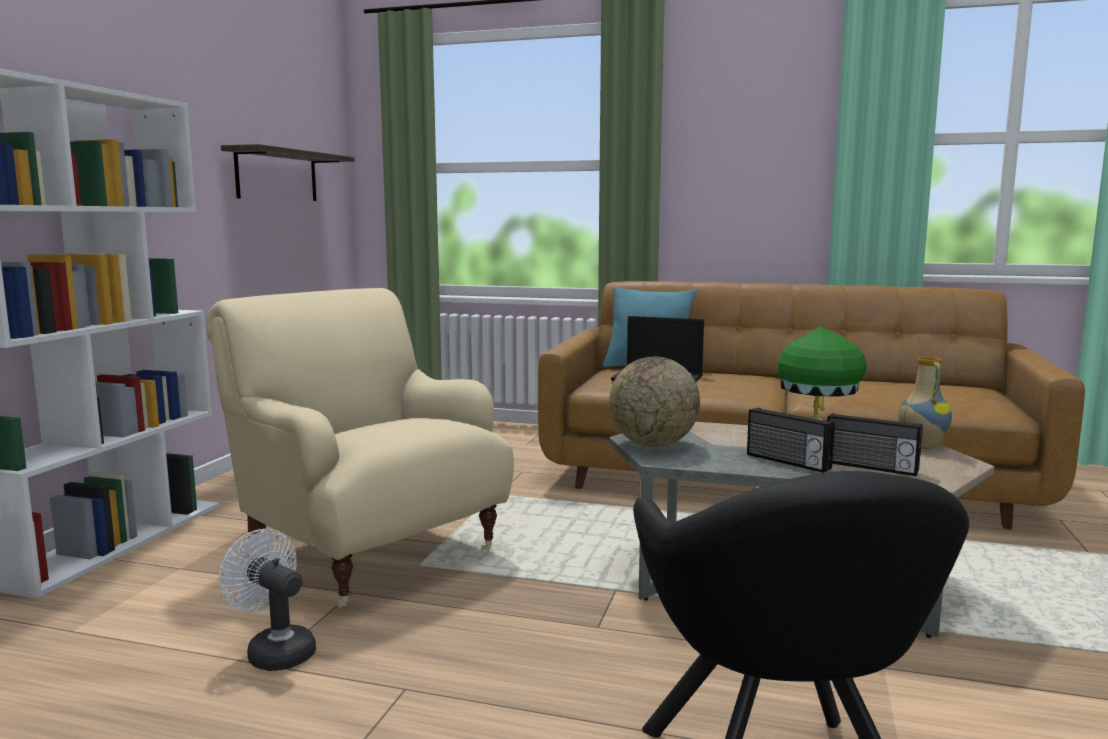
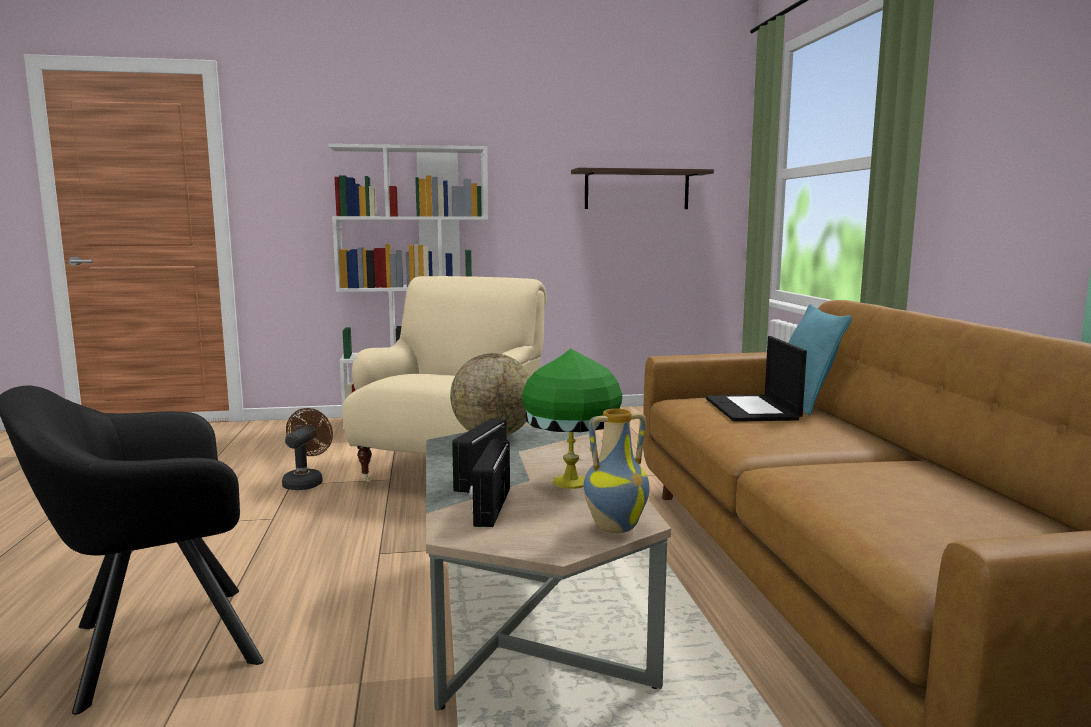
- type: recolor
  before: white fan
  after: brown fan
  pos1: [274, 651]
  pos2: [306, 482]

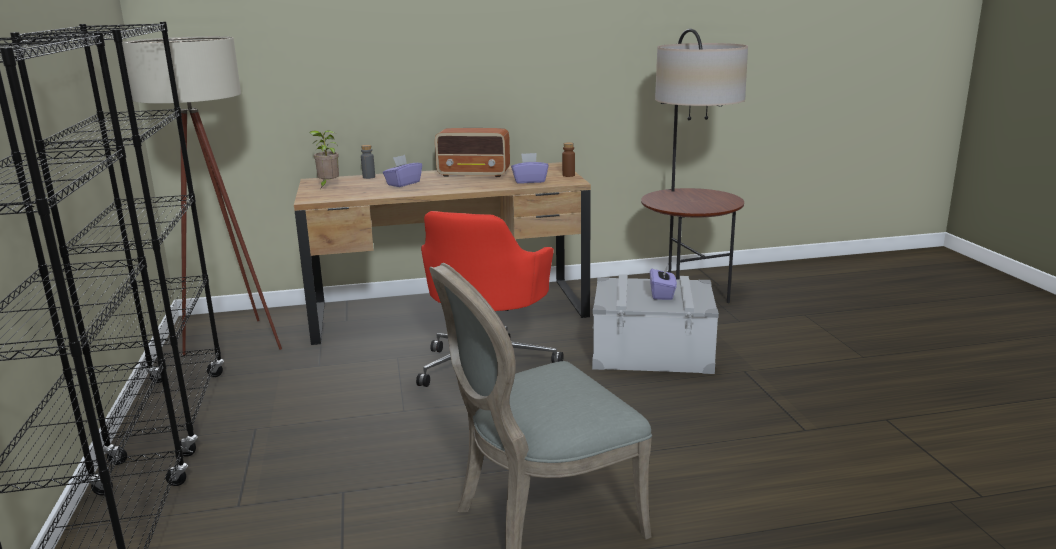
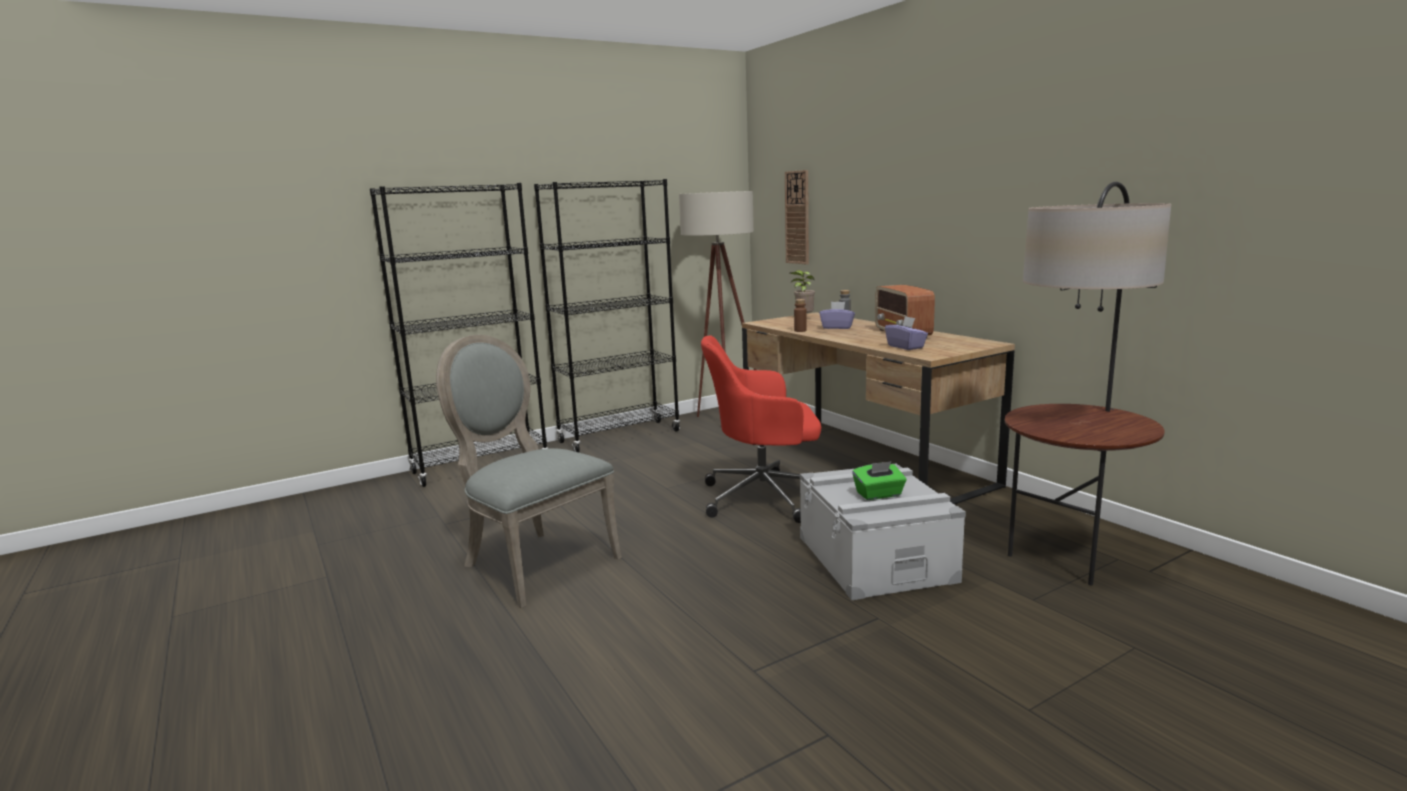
- type: move
  before: brown bottle
  pos1: [568, 175]
  pos2: [800, 331]
- type: recolor
  before: purple tissue box
  after: green tissue box
  pos1: [662, 294]
  pos2: [879, 494]
- type: insert
  after: wall clock
  pos2: [797, 217]

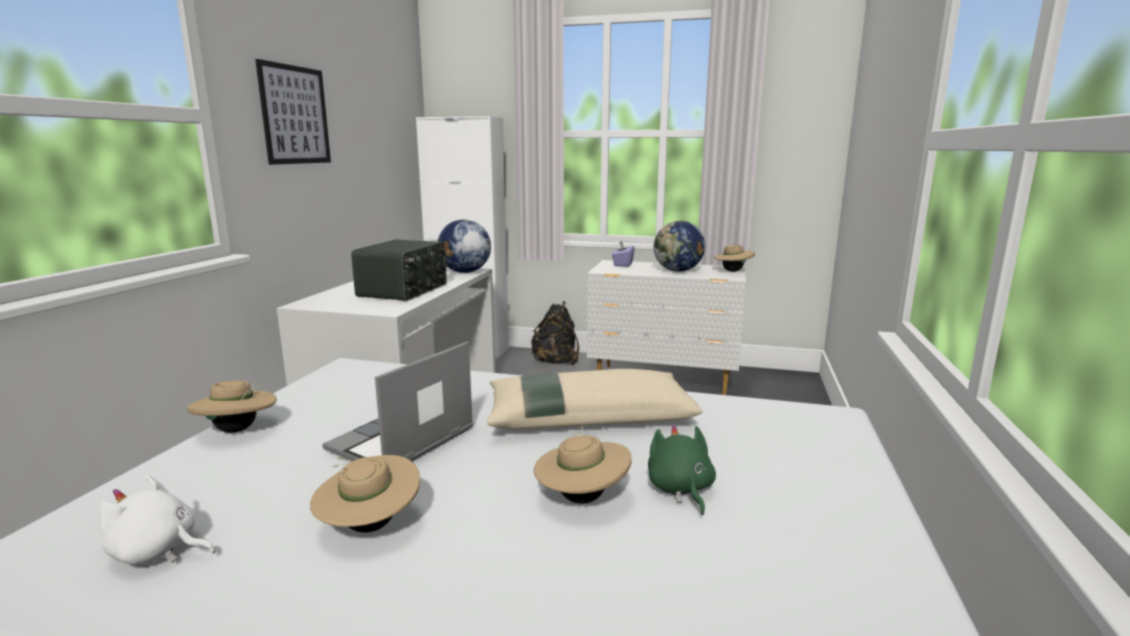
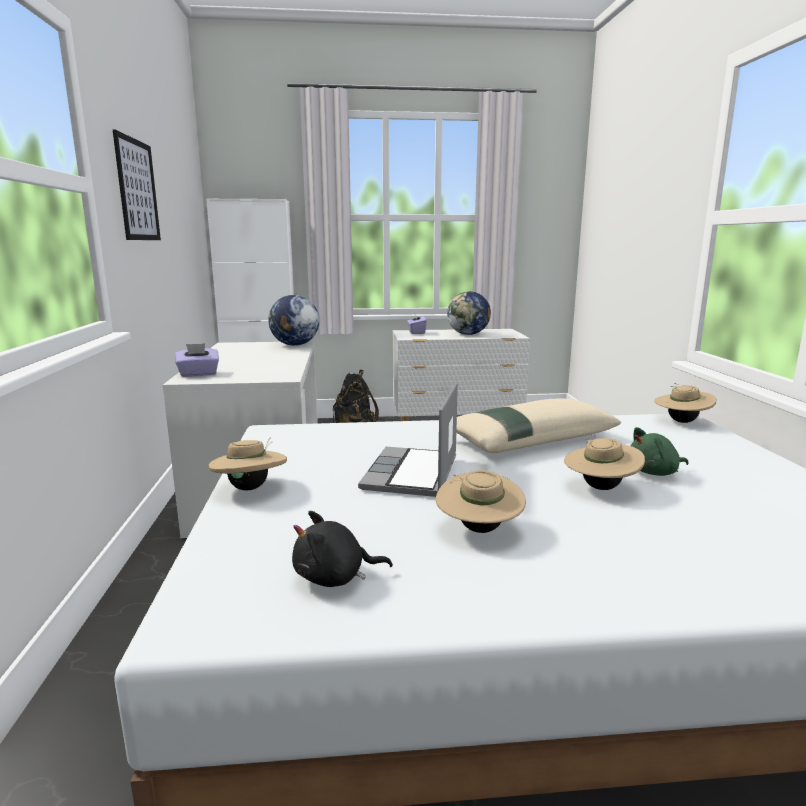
- type: recolor
  before: white plush toy
  after: black plush toy
  pos1: [159, 552]
  pos2: [335, 577]
- type: delete
  before: radio
  pos1: [404, 290]
- type: rotate
  before: green plush toy
  pos1: [680, 489]
  pos2: [654, 472]
  turn: -75
- type: move
  before: beige hat
  pos1: [732, 271]
  pos2: [681, 421]
- type: insert
  after: purple tissue box
  pos2: [198, 374]

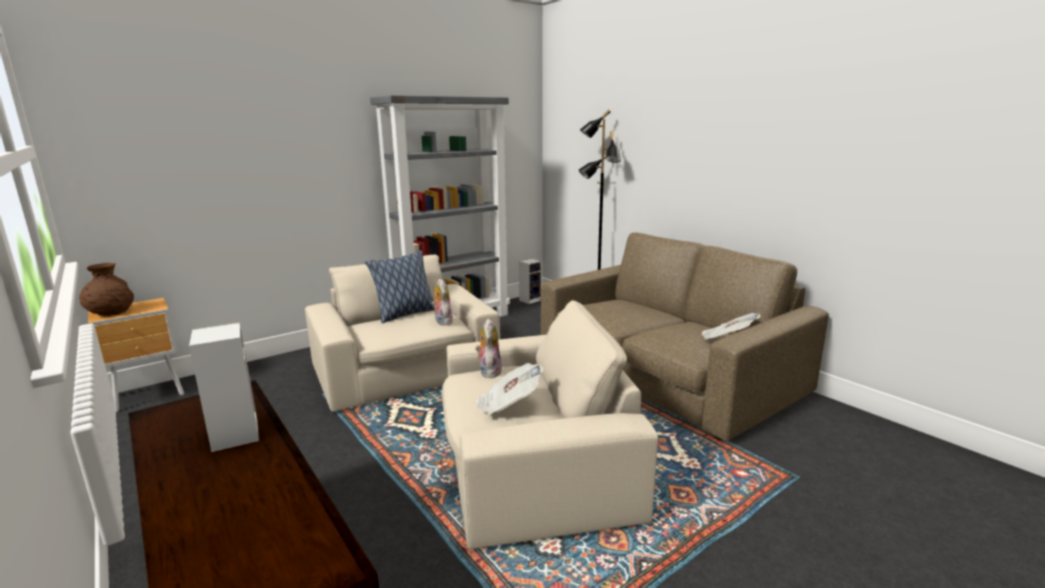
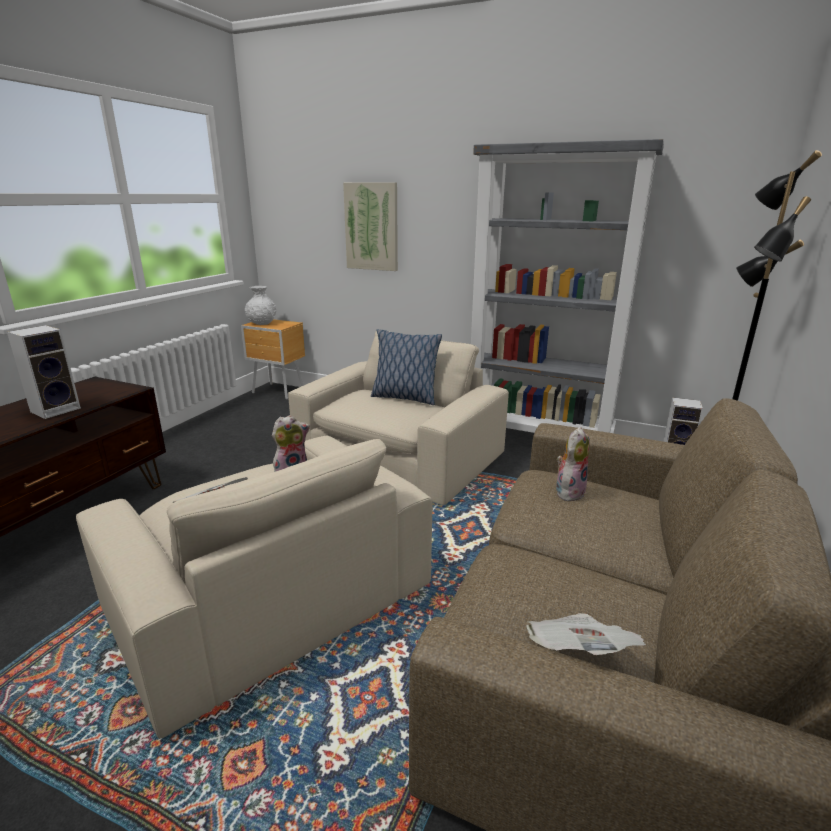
- type: recolor
  before: brown vase
  after: white vase
  pos1: [110, 313]
  pos2: [261, 323]
- type: move
  before: plush toy
  pos1: [442, 321]
  pos2: [569, 491]
- type: insert
  after: picture
  pos2: [372, 227]

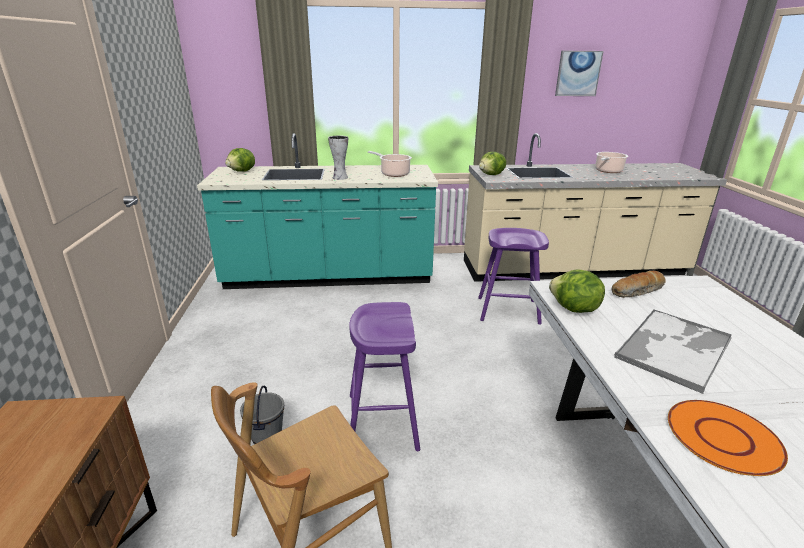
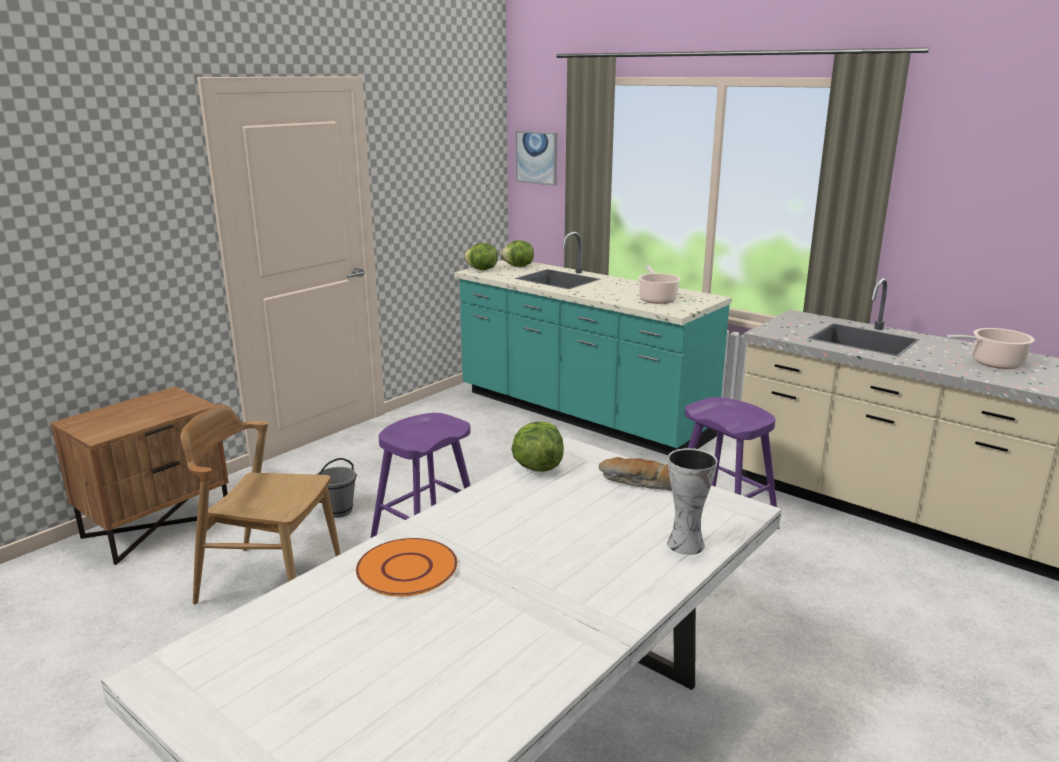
- type: move
  before: vase
  pos1: [339, 177]
  pos2: [684, 544]
- type: move
  before: lettuce
  pos1: [491, 175]
  pos2: [481, 270]
- type: move
  before: picture
  pos1: [578, 73]
  pos2: [537, 157]
- type: delete
  before: tray
  pos1: [674, 348]

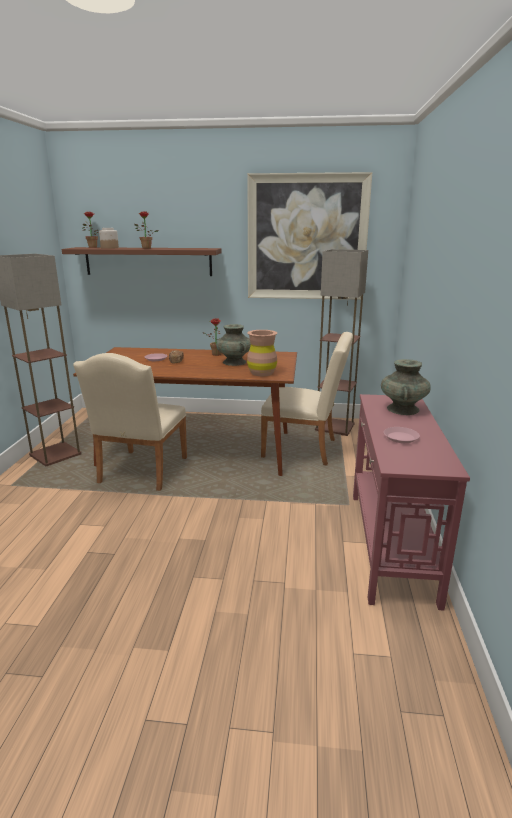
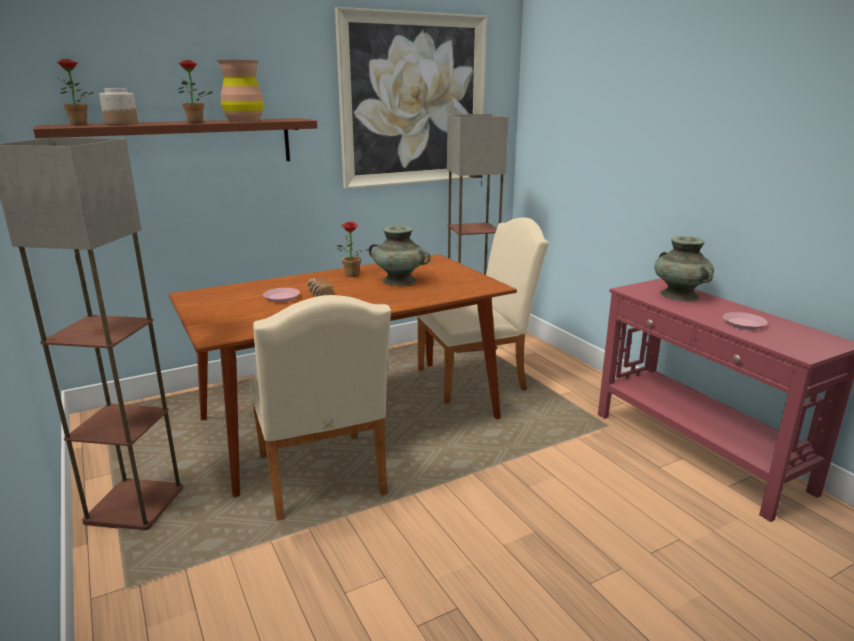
- type: move
  before: brown vase
  pos1: [262, 373]
  pos2: [244, 120]

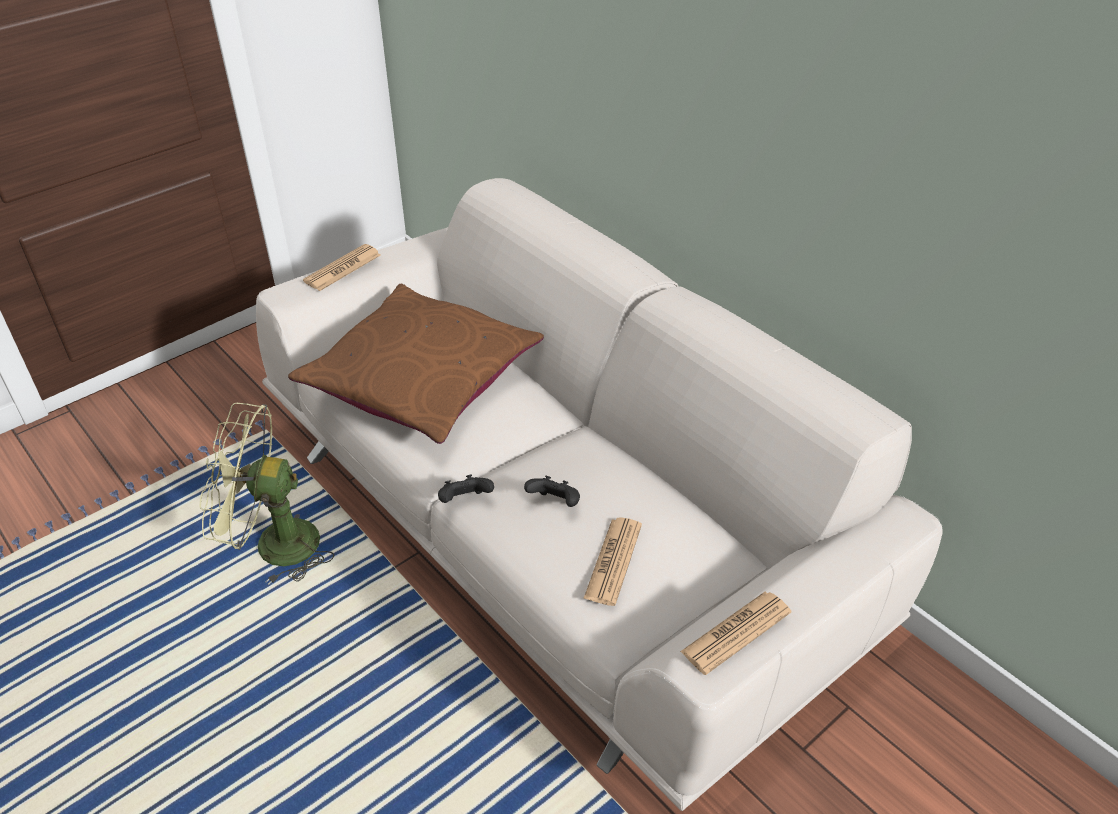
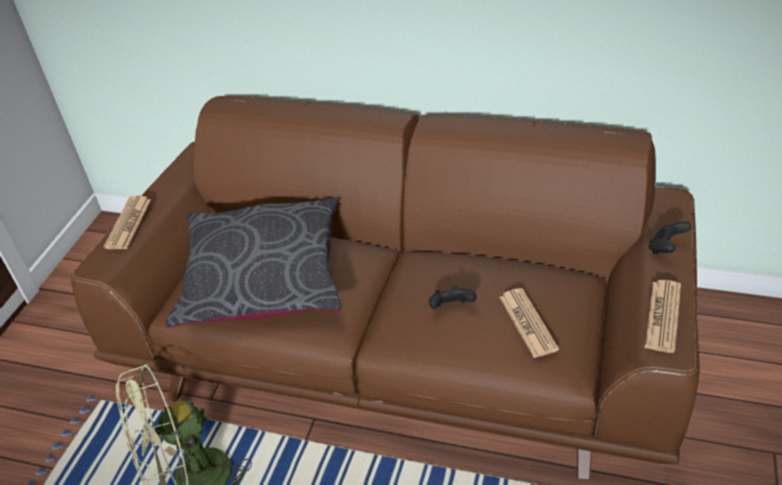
- type: recolor
  before: white sofa
  after: brown sofa
  pos1: [561, 531]
  pos2: [403, 344]
- type: recolor
  before: brown pillow
  after: grey pillow
  pos1: [421, 378]
  pos2: [263, 275]
- type: move
  before: black game controller
  pos1: [465, 501]
  pos2: [665, 249]

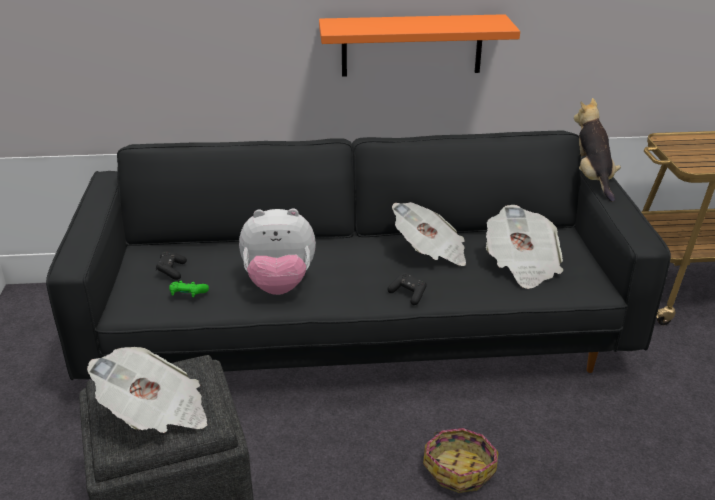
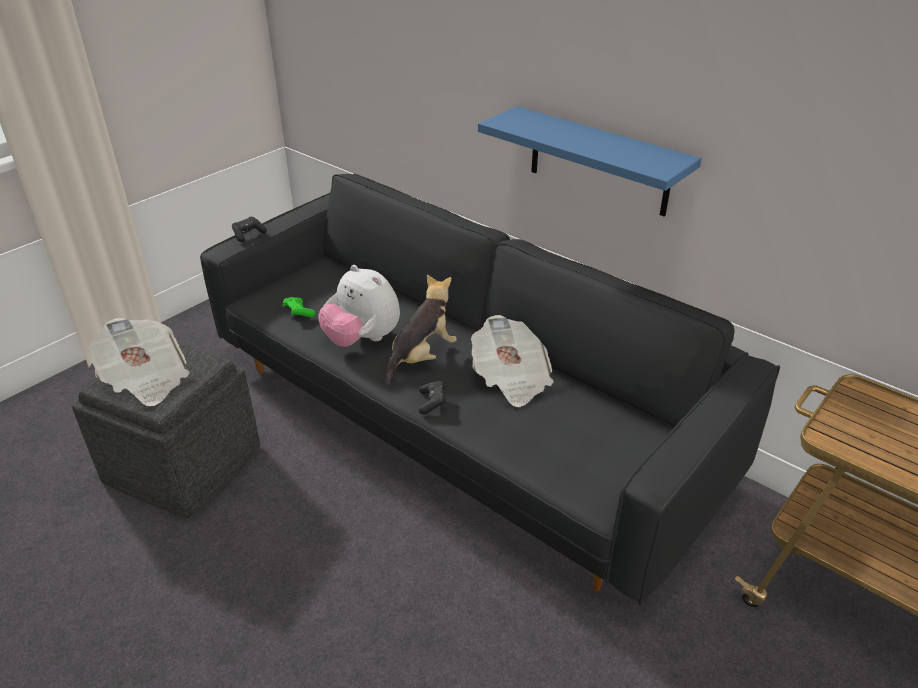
- type: move
  before: black game controller
  pos1: [171, 271]
  pos2: [248, 234]
- type: recolor
  before: orange shelf
  after: blue shelf
  pos1: [412, 45]
  pos2: [599, 162]
- type: delete
  before: basket
  pos1: [459, 468]
- type: delete
  before: newspaper
  pos1: [522, 265]
- type: move
  before: plush toy
  pos1: [592, 178]
  pos2: [422, 357]

